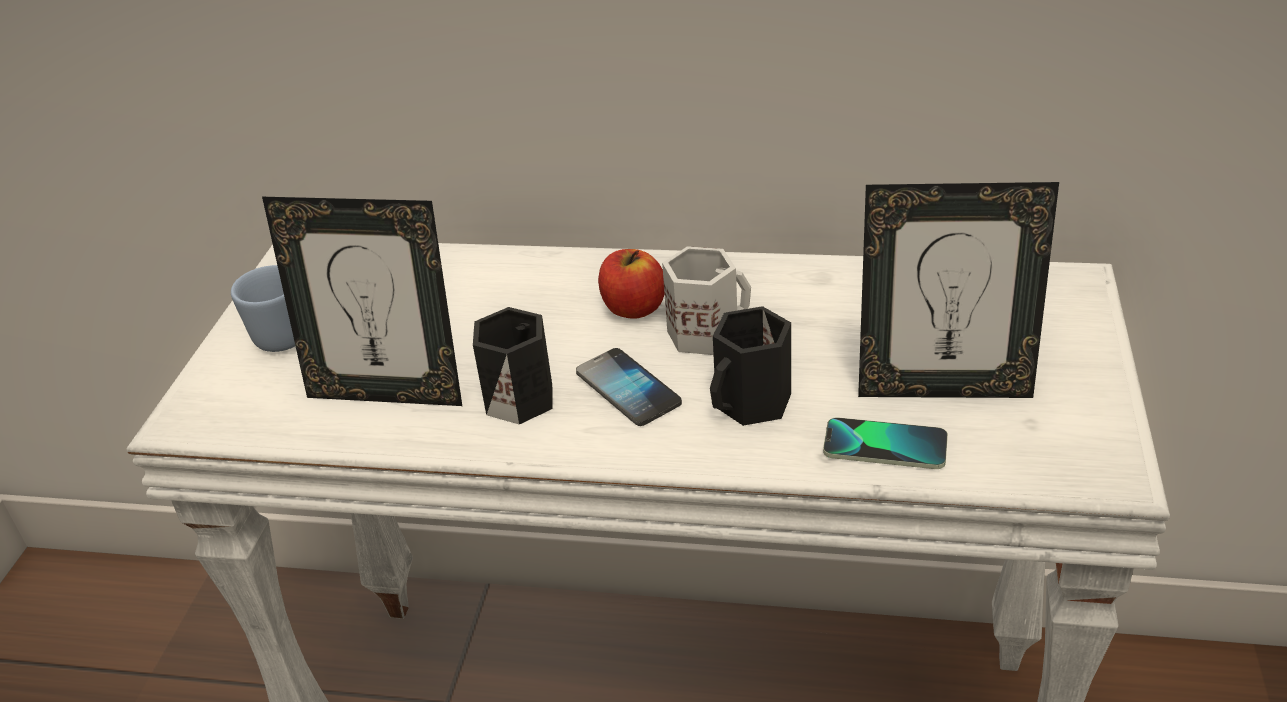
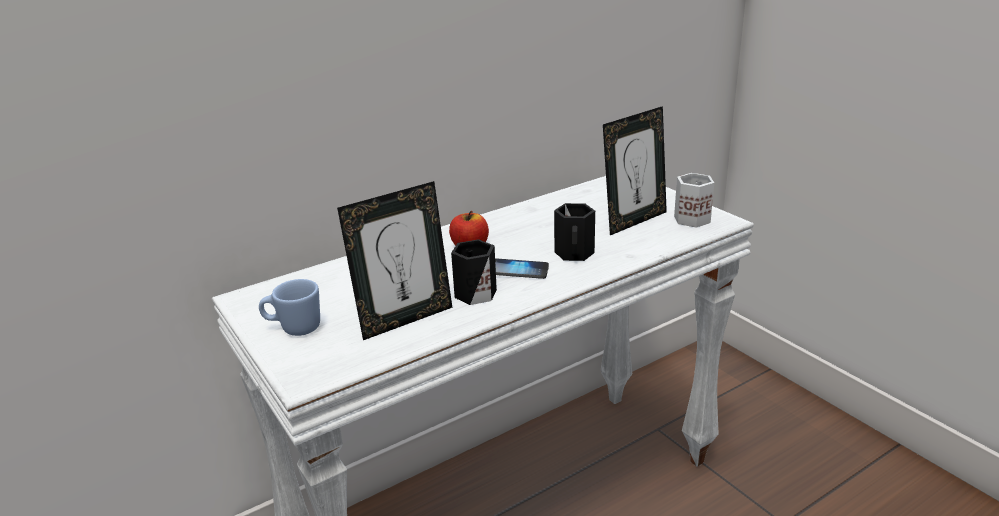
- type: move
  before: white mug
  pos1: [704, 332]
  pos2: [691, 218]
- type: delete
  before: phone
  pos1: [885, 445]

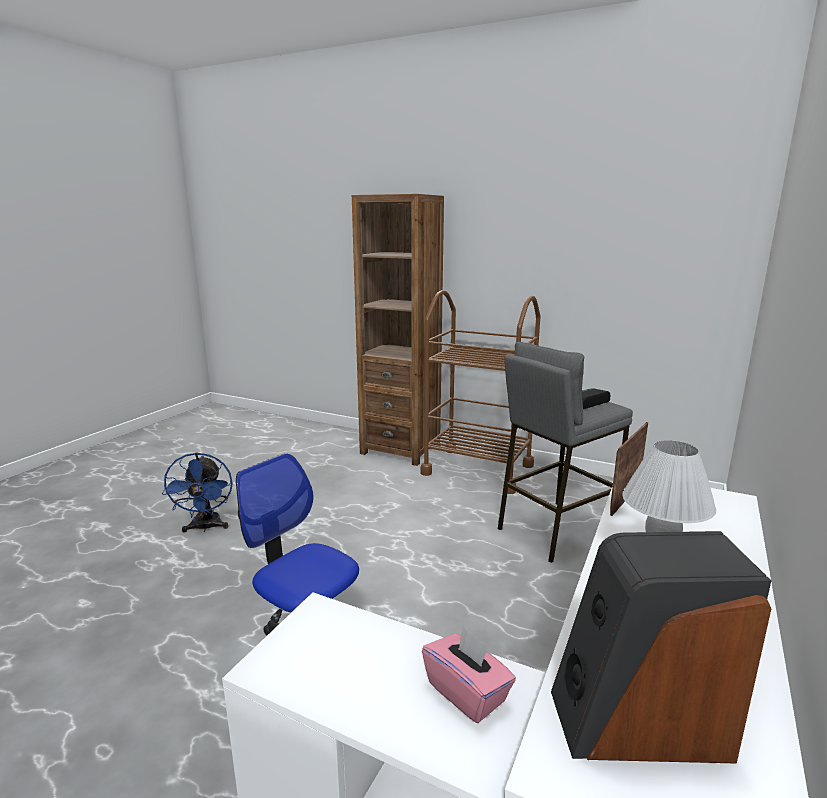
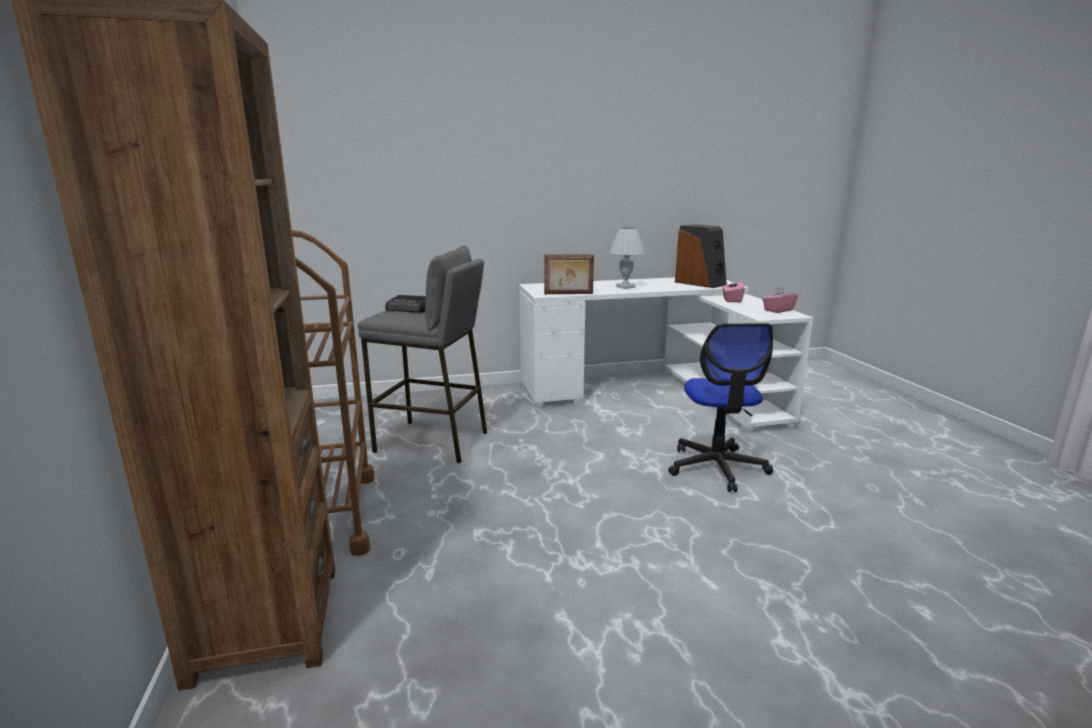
- type: delete
  before: blue fan
  pos1: [205, 527]
- type: insert
  after: pink tissue box
  pos2: [778, 310]

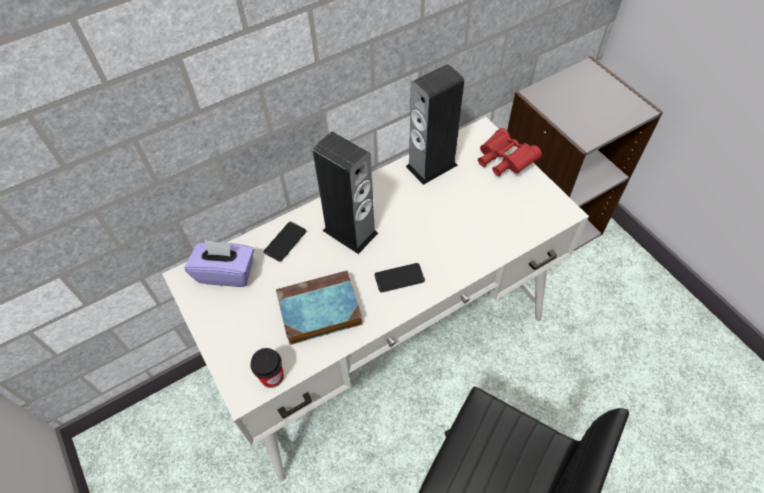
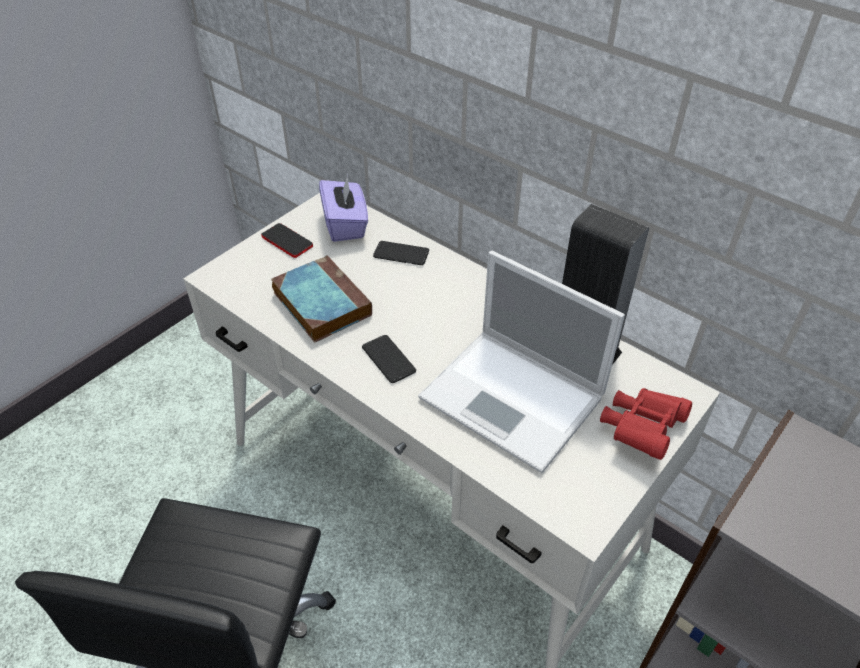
- type: delete
  before: cup
  pos1: [272, 377]
- type: delete
  before: speaker
  pos1: [350, 232]
- type: insert
  after: phone
  pos2: [287, 241]
- type: insert
  after: laptop
  pos2: [514, 399]

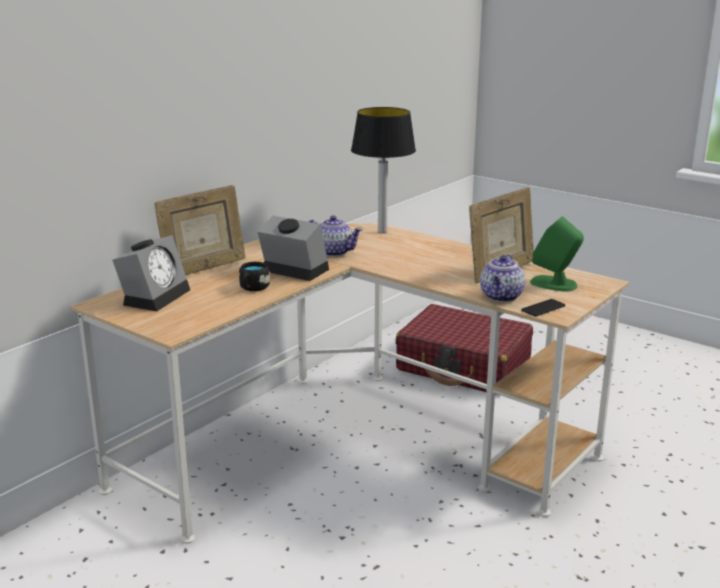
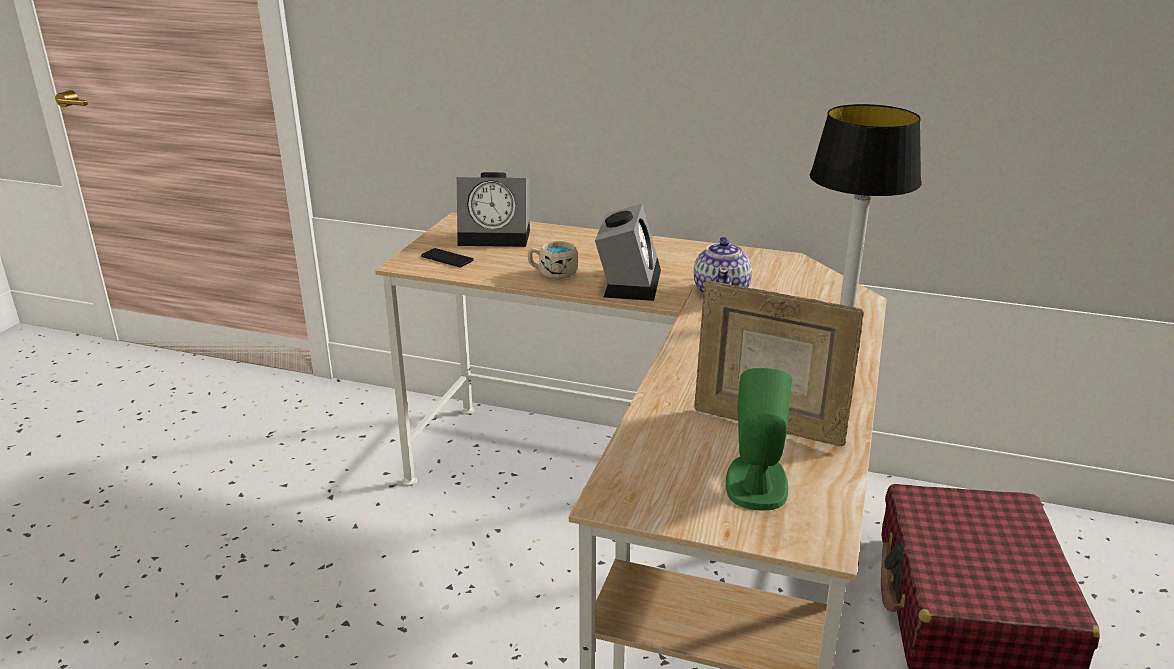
- type: delete
  before: picture frame
  pos1: [204, 269]
- type: recolor
  before: black mug
  after: beige mug
  pos1: [253, 288]
  pos2: [553, 273]
- type: delete
  before: teapot
  pos1: [501, 297]
- type: move
  before: phone
  pos1: [543, 308]
  pos2: [447, 258]

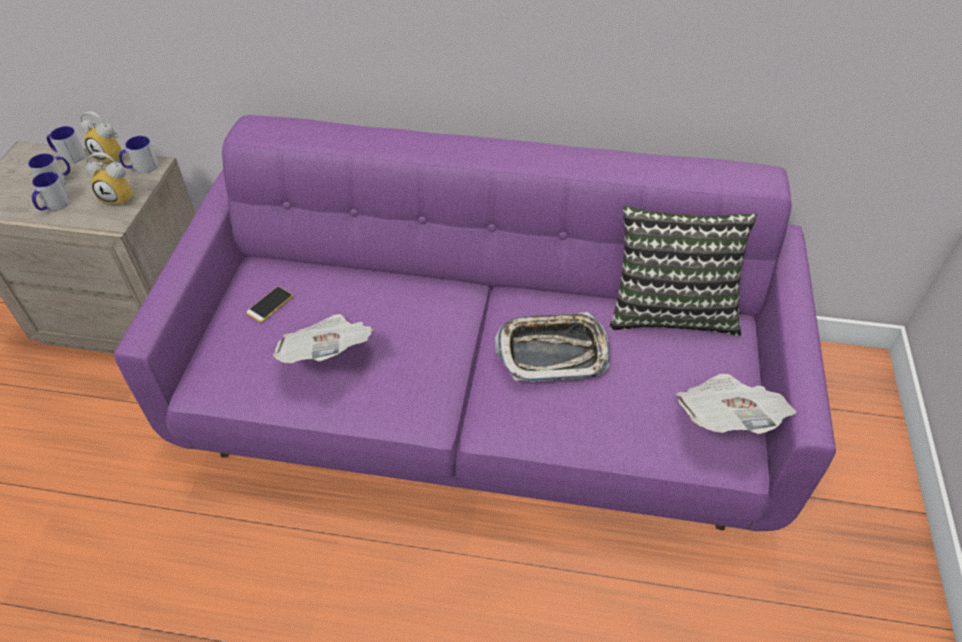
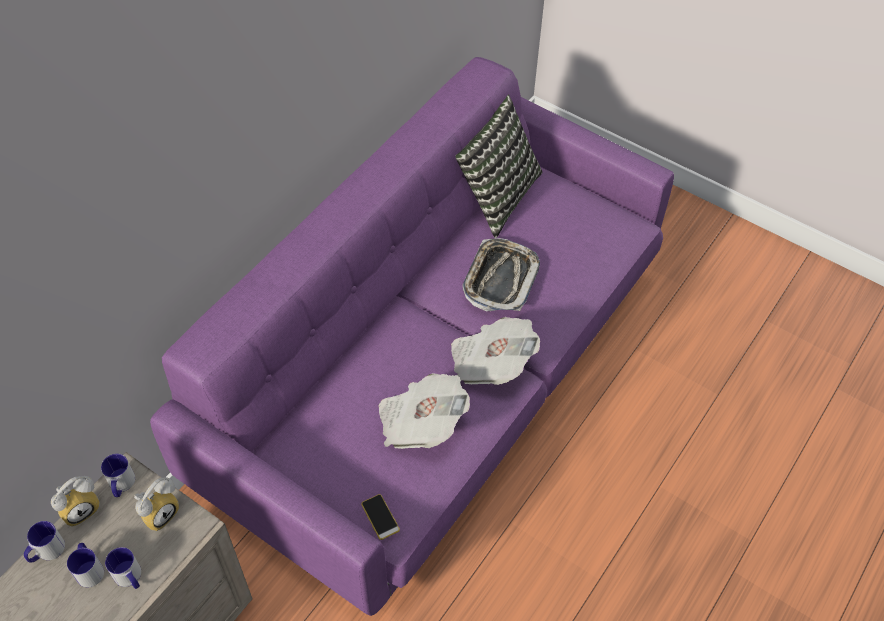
- type: move
  before: phone
  pos1: [270, 304]
  pos2: [380, 517]
- type: move
  before: newspaper
  pos1: [726, 419]
  pos2: [490, 363]

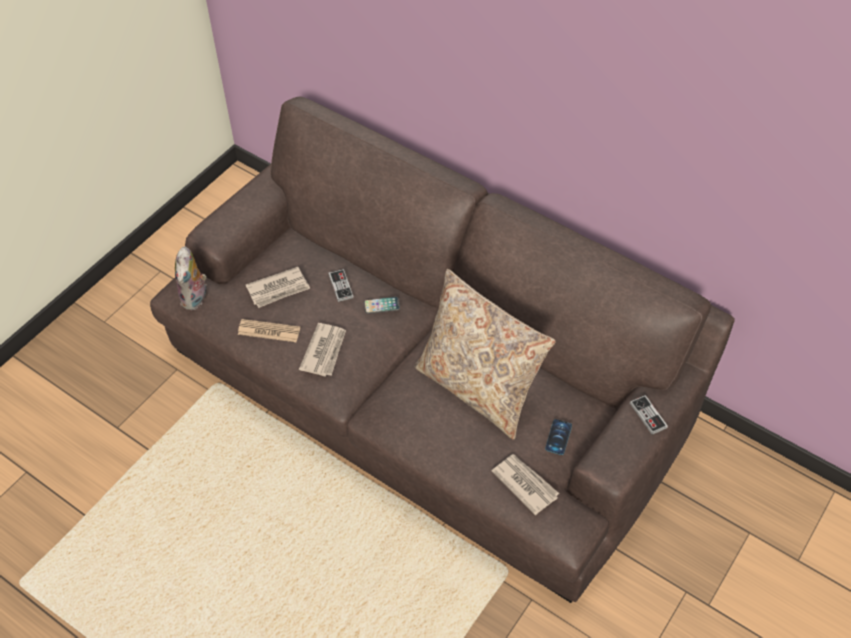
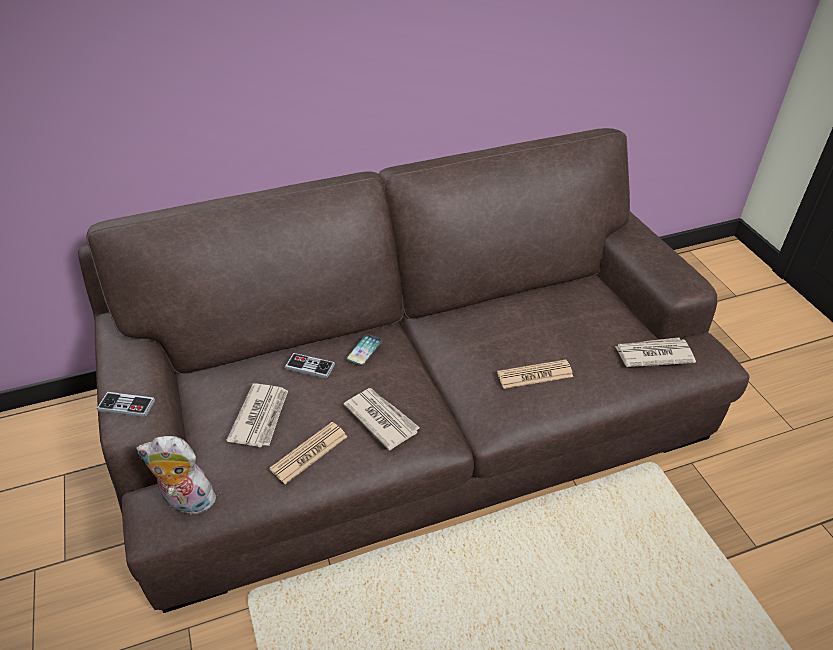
- type: rotate
  before: plush toy
  pos1: [196, 298]
  pos2: [186, 502]
  turn: 150
- type: delete
  before: beige pillow
  pos1: [478, 388]
- type: delete
  before: phone
  pos1: [558, 437]
- type: move
  before: game controller
  pos1: [648, 415]
  pos2: [126, 406]
- type: insert
  after: newspaper
  pos2: [535, 375]

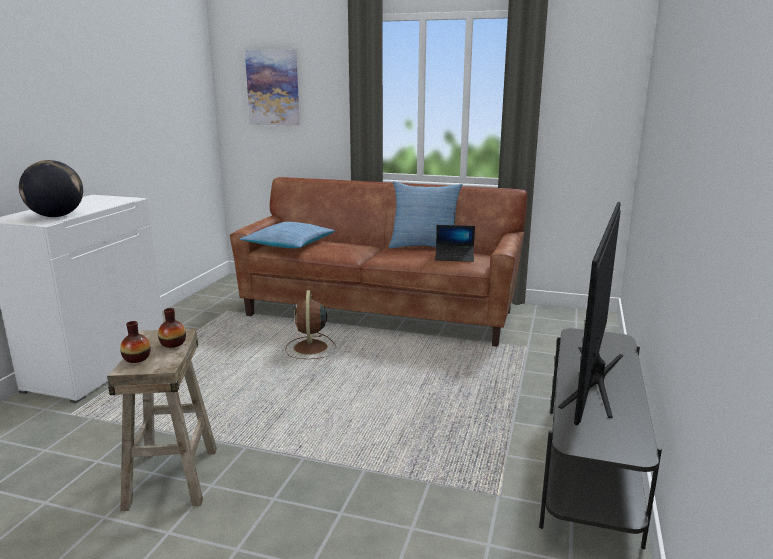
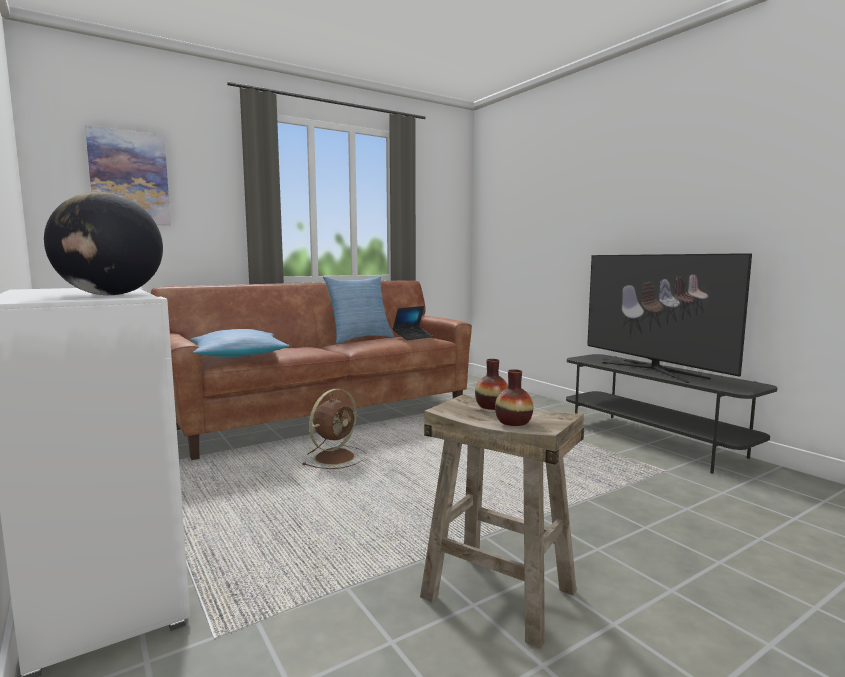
- type: rotate
  before: brown fan
  pos1: [310, 348]
  pos2: [336, 457]
  turn: -90

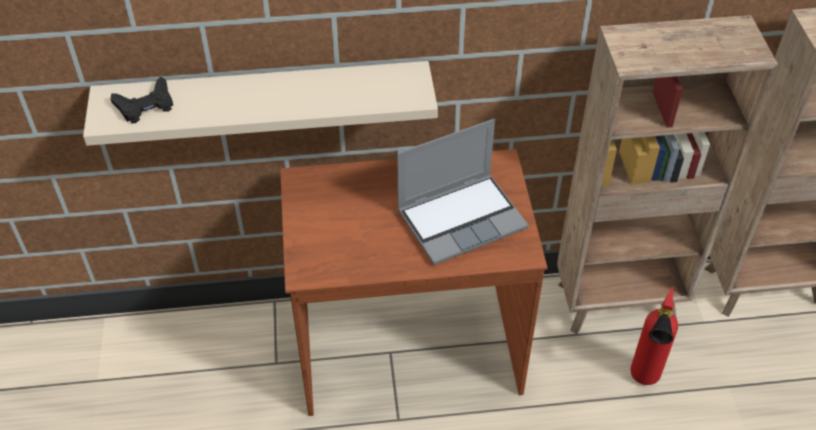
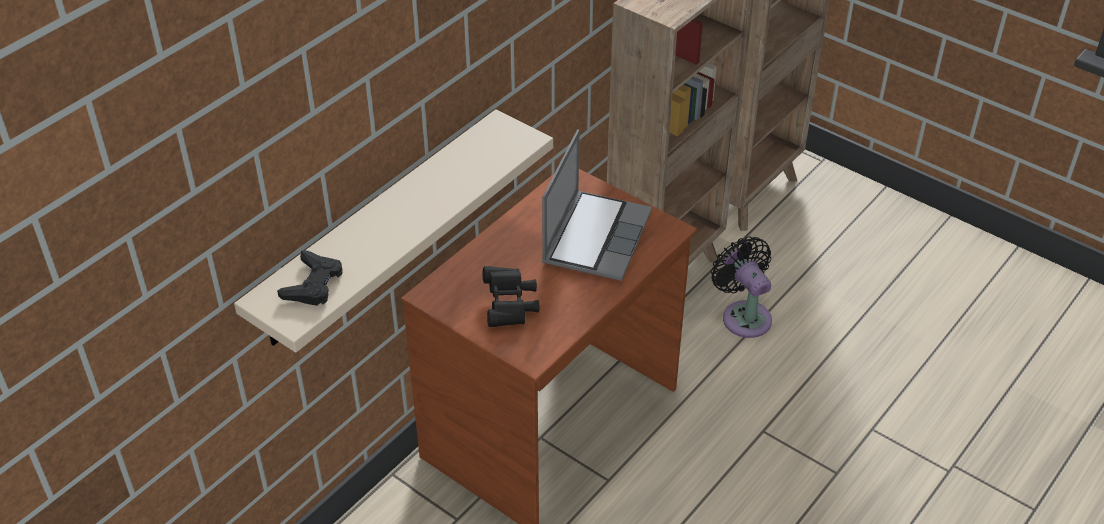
- type: replace
  before: fire extinguisher
  after: black fan
  pos1: [643, 381]
  pos2: [744, 315]
- type: insert
  after: black binoculars
  pos2: [510, 306]

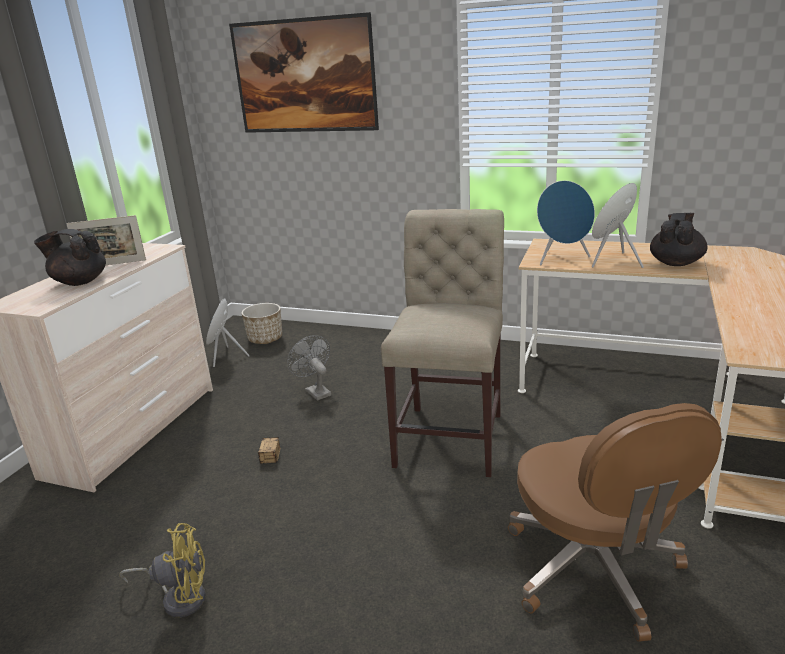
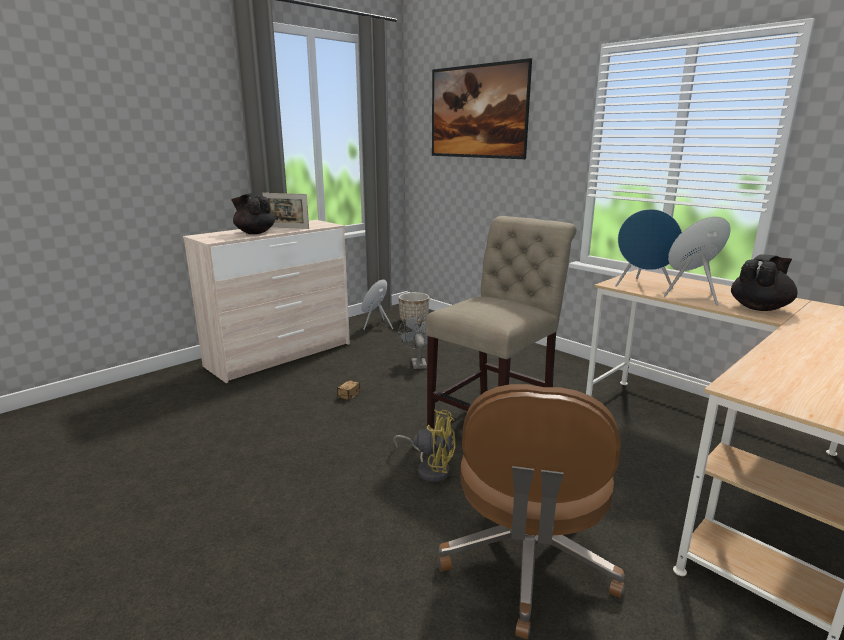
- type: move
  before: yellow fan
  pos1: [179, 597]
  pos2: [430, 468]

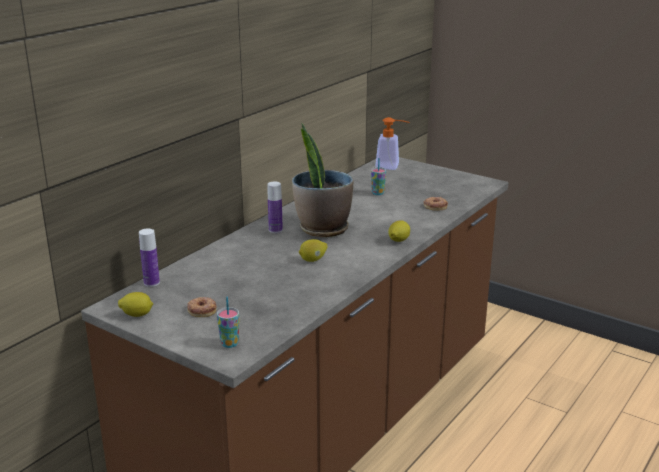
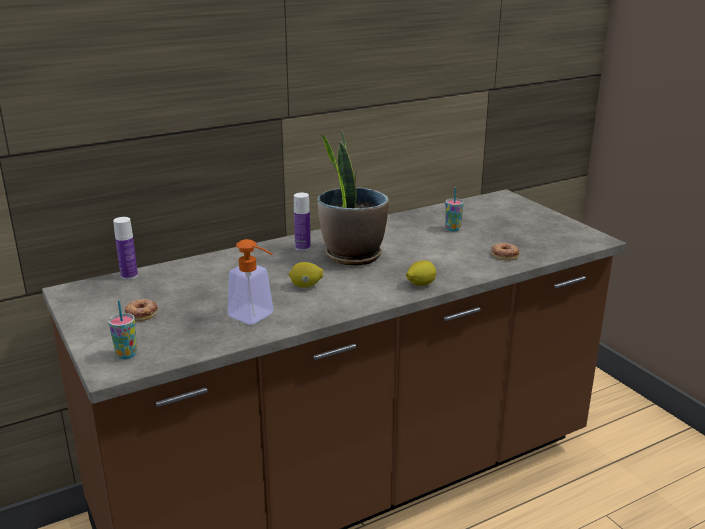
- type: delete
  before: lemon
  pos1: [137, 315]
- type: move
  before: soap dispenser
  pos1: [392, 167]
  pos2: [256, 317]

